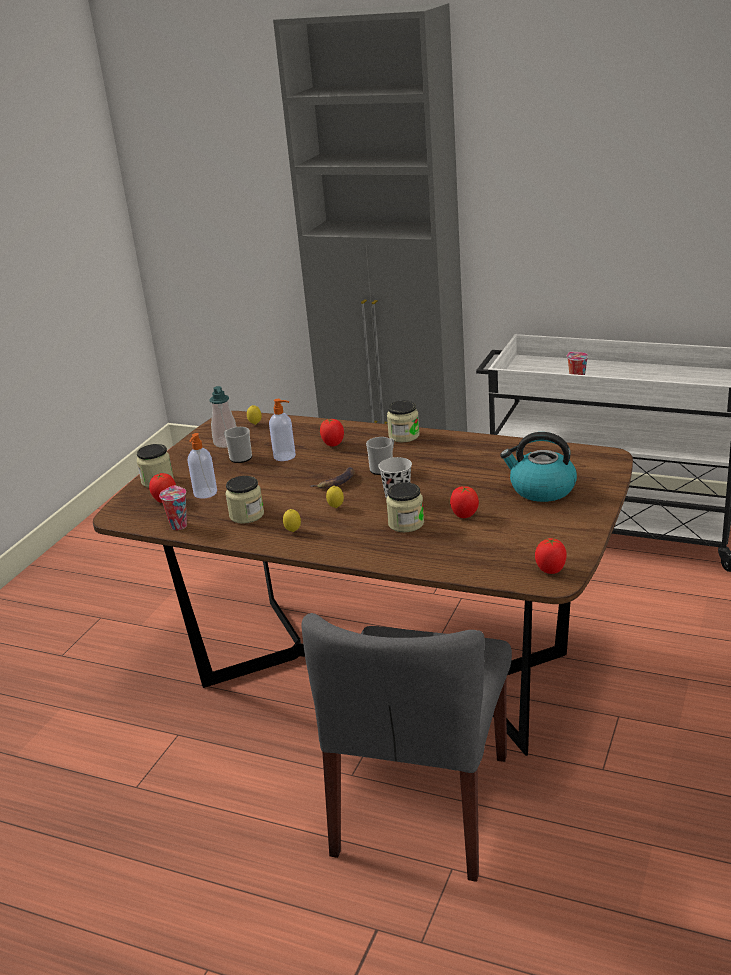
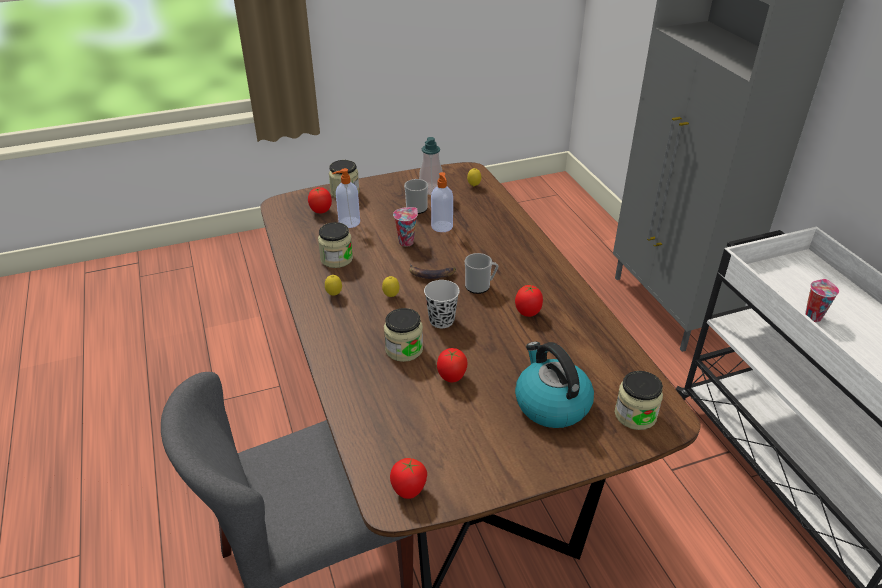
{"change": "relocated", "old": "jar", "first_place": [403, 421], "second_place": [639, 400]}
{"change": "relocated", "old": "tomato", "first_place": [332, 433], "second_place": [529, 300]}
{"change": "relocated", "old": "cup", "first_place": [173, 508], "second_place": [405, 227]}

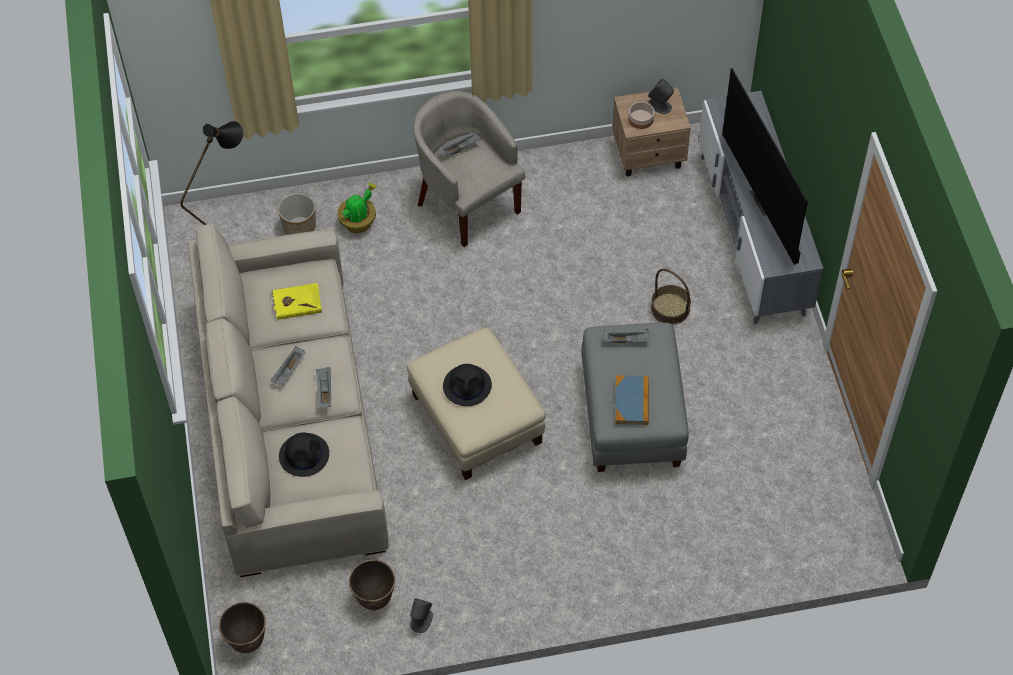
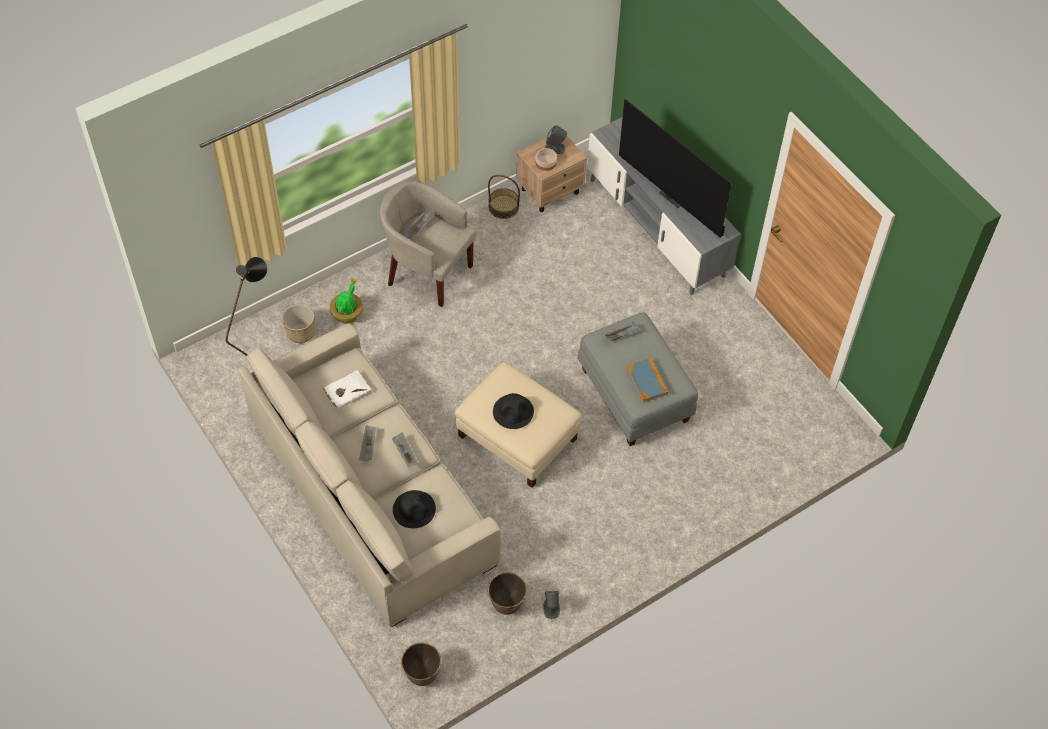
{"change": "relocated", "old": "basket", "first_place": [671, 297], "second_place": [504, 197]}
{"change": "colour", "old": "yellow book", "new": "white book", "first_place": [296, 301], "second_place": [347, 390]}

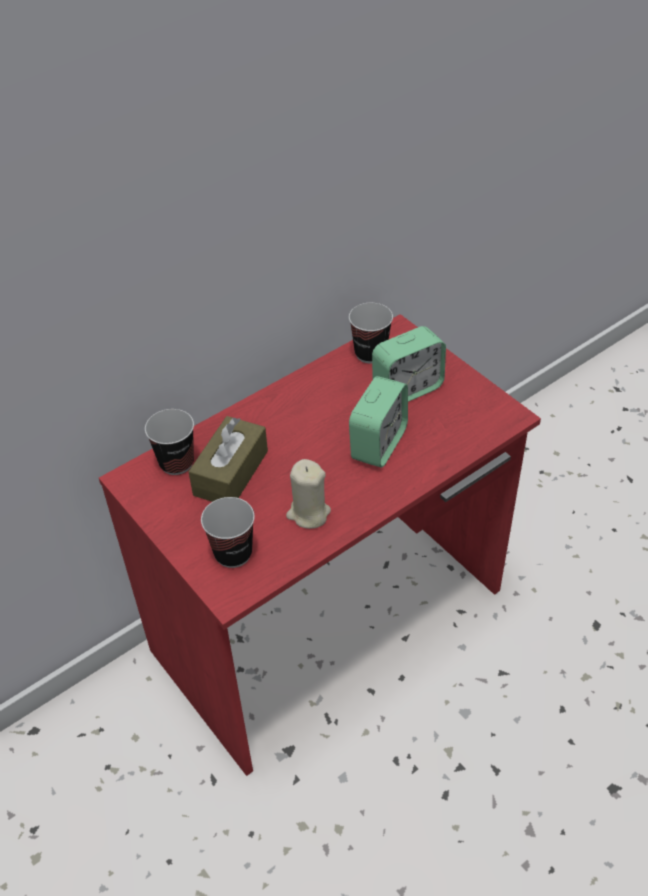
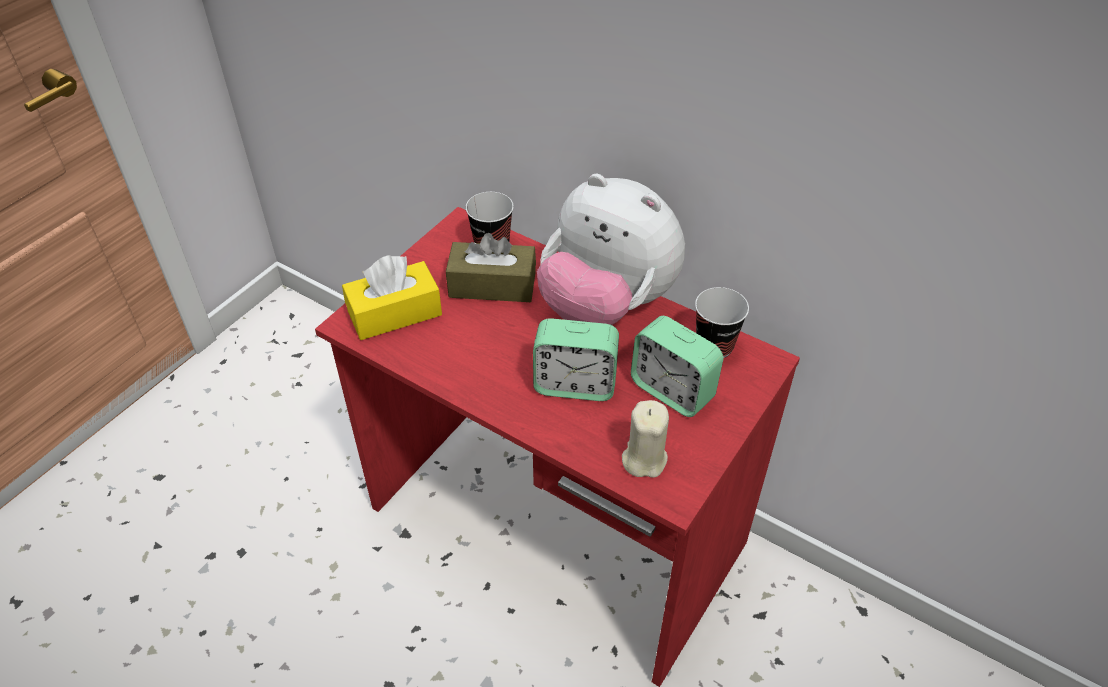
{"change": "relocated", "old": "beige candle", "first_place": [308, 494], "second_place": [645, 439]}
{"change": "exchanged", "old": "cup", "new": "yellow tissue box", "first_place": [228, 532], "second_place": [392, 297]}
{"change": "appeared", "new": "plush toy", "second_place": [611, 249]}

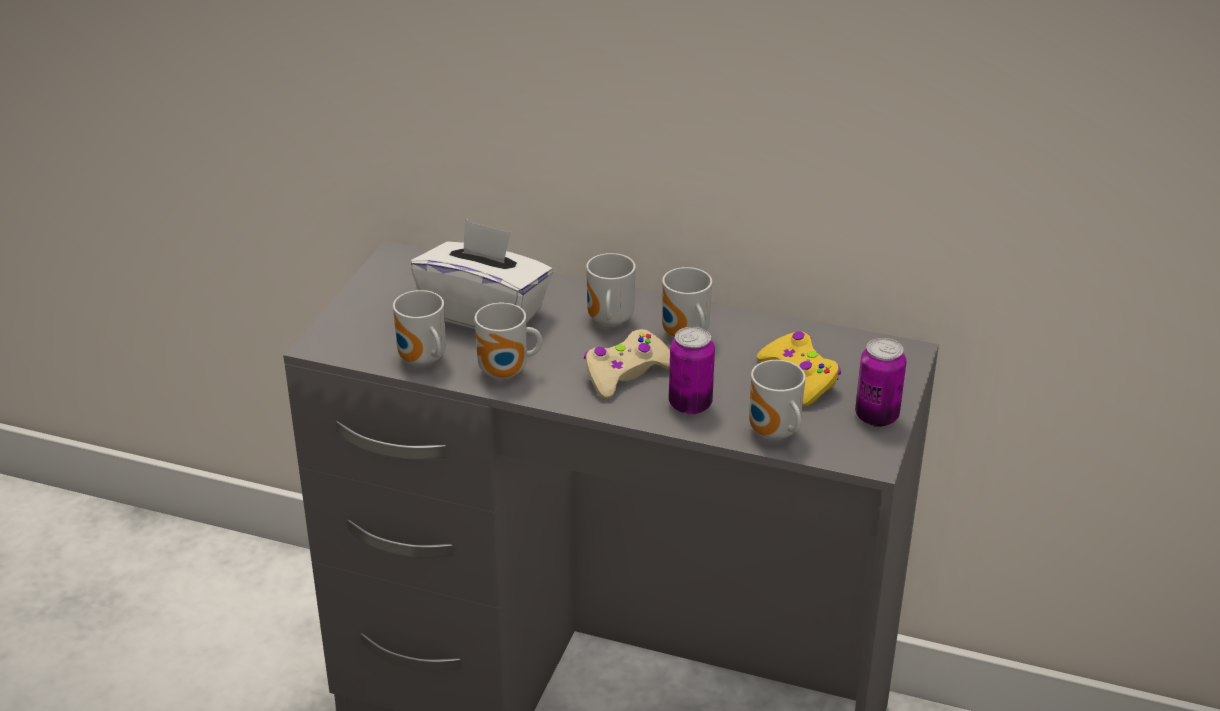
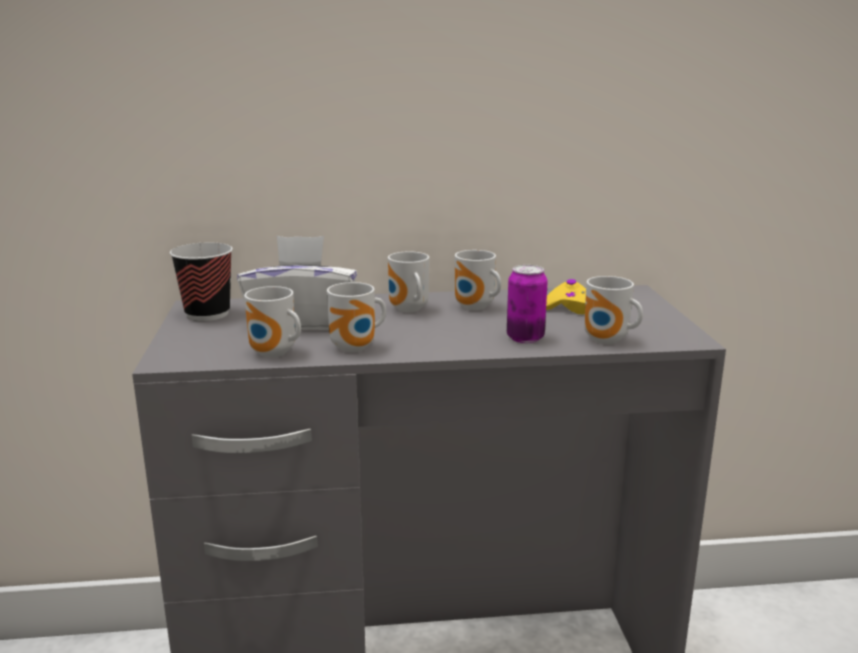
{"change": "missing", "old": "beige game controller", "first_place": [627, 364]}
{"change": "missing", "old": "can", "first_place": [881, 382]}
{"change": "appeared", "new": "cup", "second_place": [201, 281]}

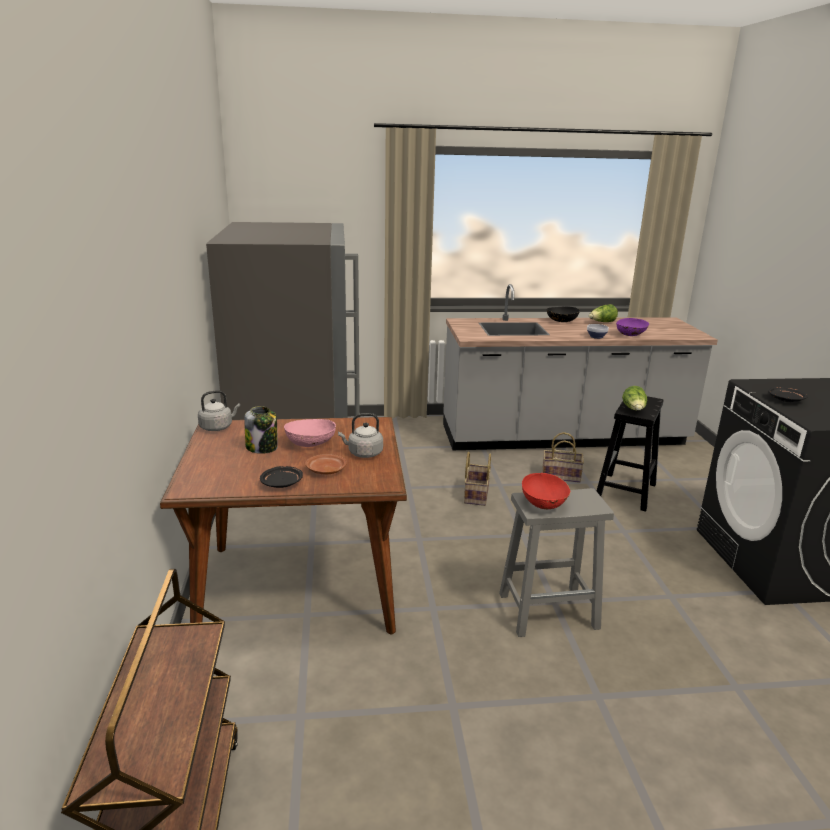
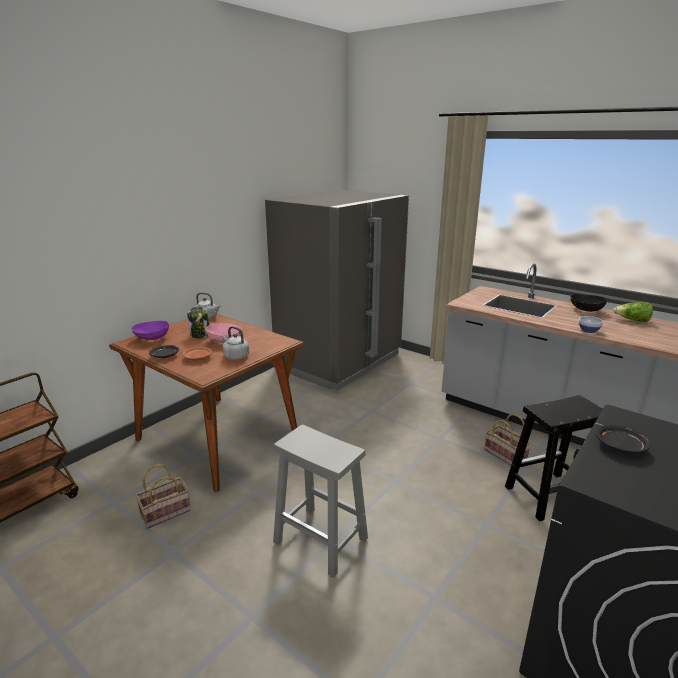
{"change": "relocated", "old": "purple bowl", "first_place": [632, 327], "second_place": [150, 330]}
{"change": "missing", "old": "lettuce", "first_place": [634, 398]}
{"change": "relocated", "old": "basket", "first_place": [477, 479], "second_place": [163, 496]}
{"change": "missing", "old": "red bowl", "first_place": [546, 490]}

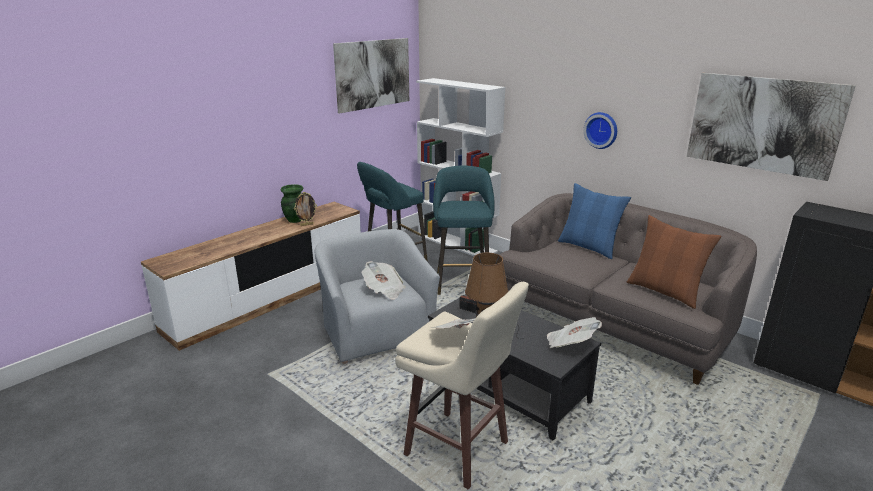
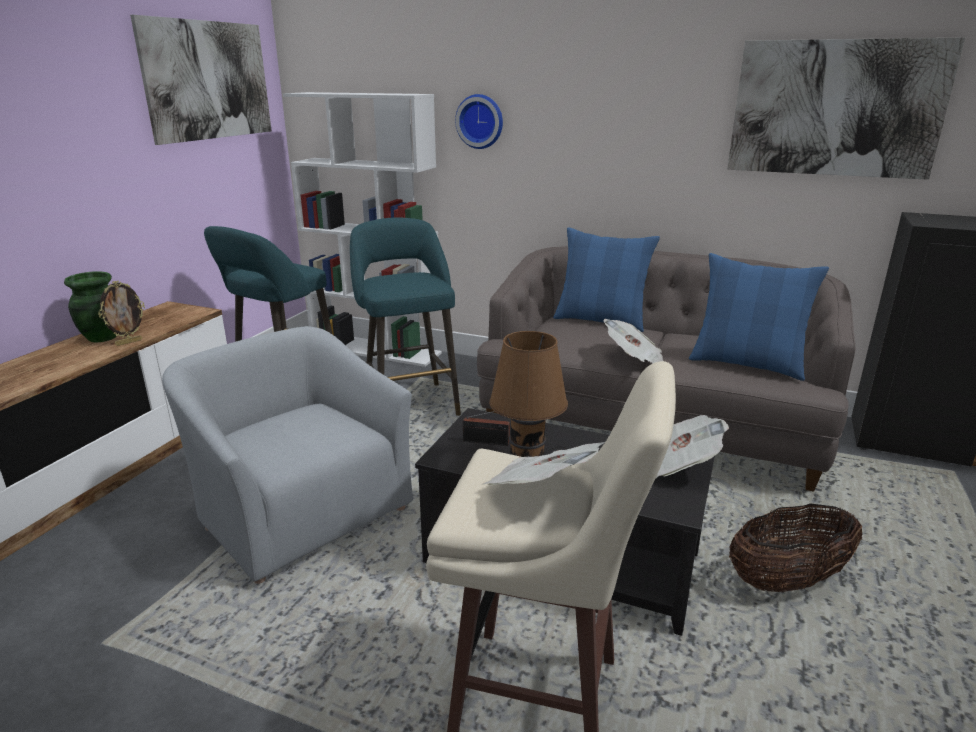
{"change": "relocated", "old": "wall clock", "first_place": [600, 130], "second_place": [479, 121]}
{"change": "colour", "old": "brown pillow", "new": "blue pillow", "first_place": [674, 262], "second_place": [759, 317]}
{"change": "relocated", "old": "newspaper", "first_place": [384, 280], "second_place": [633, 341]}
{"change": "appeared", "new": "basket", "second_place": [795, 547]}

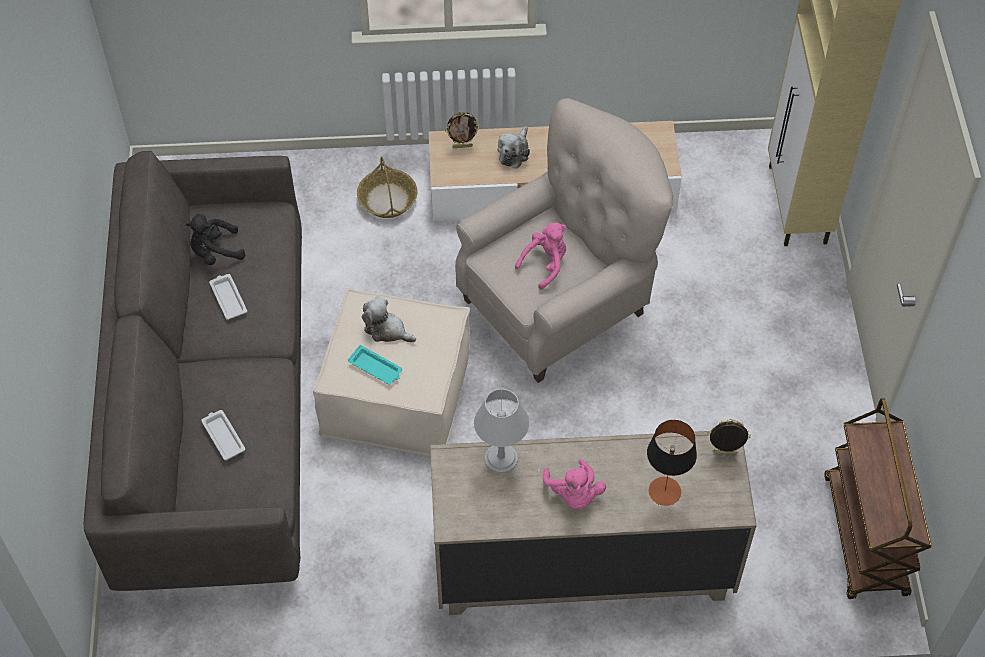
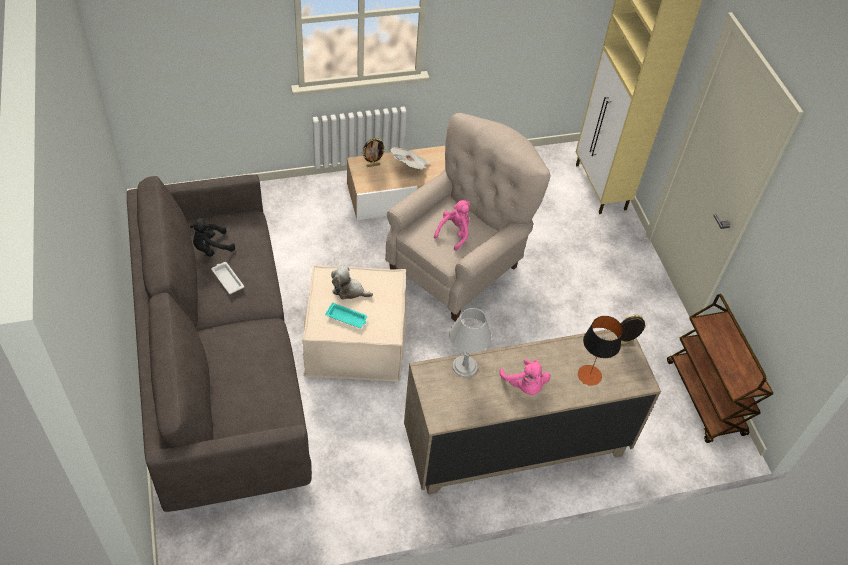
{"change": "exchanged", "old": "plush toy", "new": "newspaper", "first_place": [514, 147], "second_place": [410, 158]}
{"change": "missing", "old": "basket", "first_place": [387, 187]}
{"change": "missing", "old": "white tray", "first_place": [223, 435]}

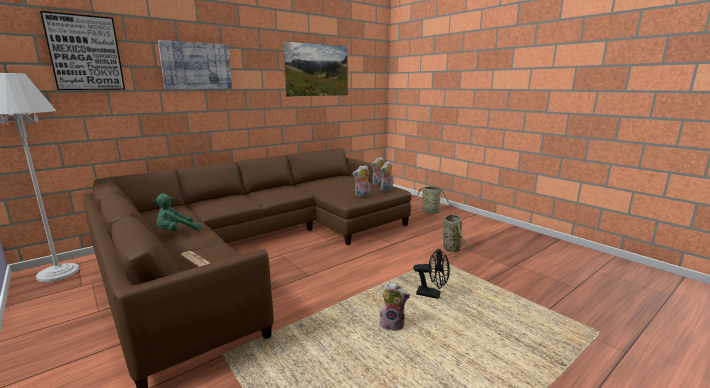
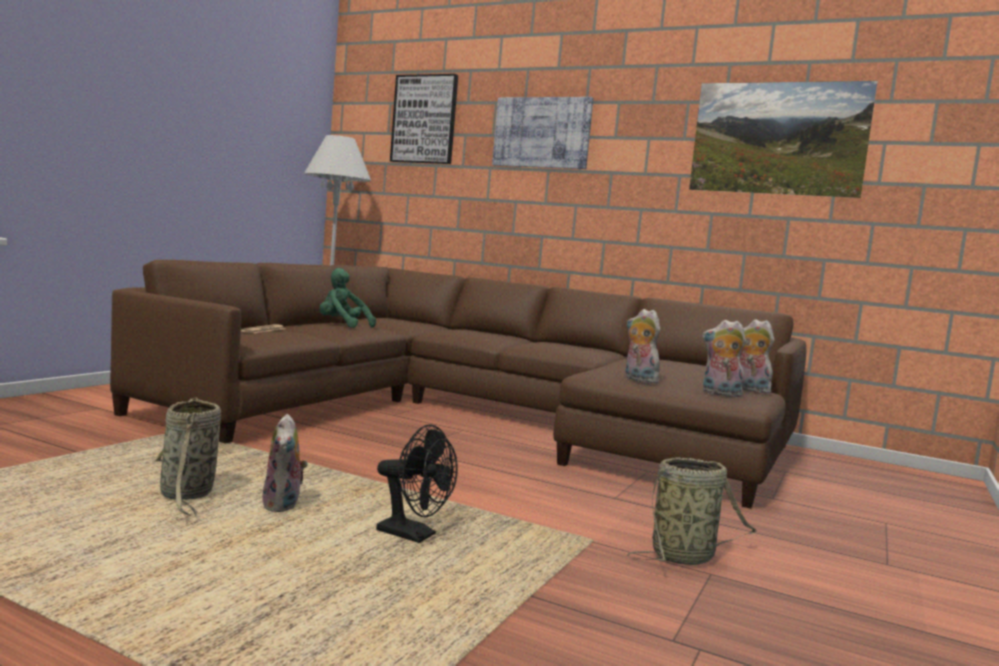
{"change": "relocated", "old": "basket", "first_place": [435, 200], "second_place": [186, 457]}
{"change": "spun", "old": "black fan", "first_place": [431, 274], "second_place": [417, 483], "degrees": -60}

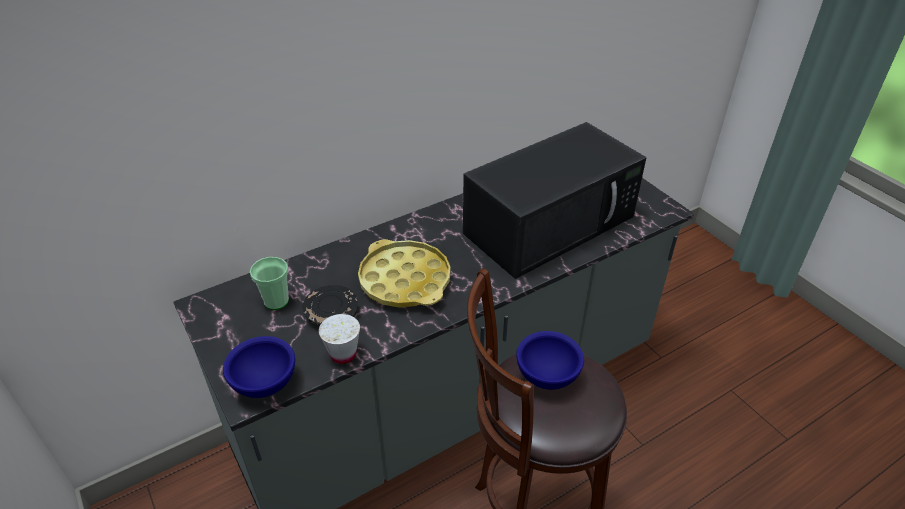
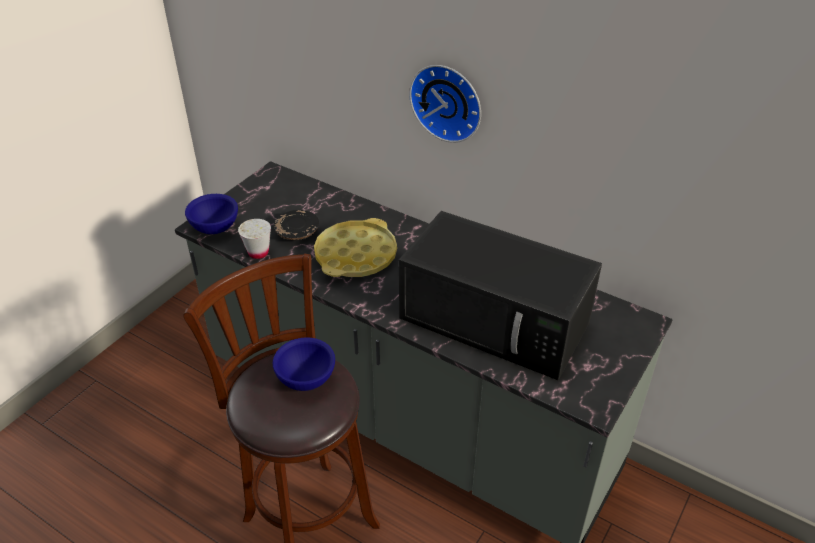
{"change": "missing", "old": "cup", "first_place": [269, 283]}
{"change": "appeared", "new": "wall clock", "second_place": [445, 104]}

